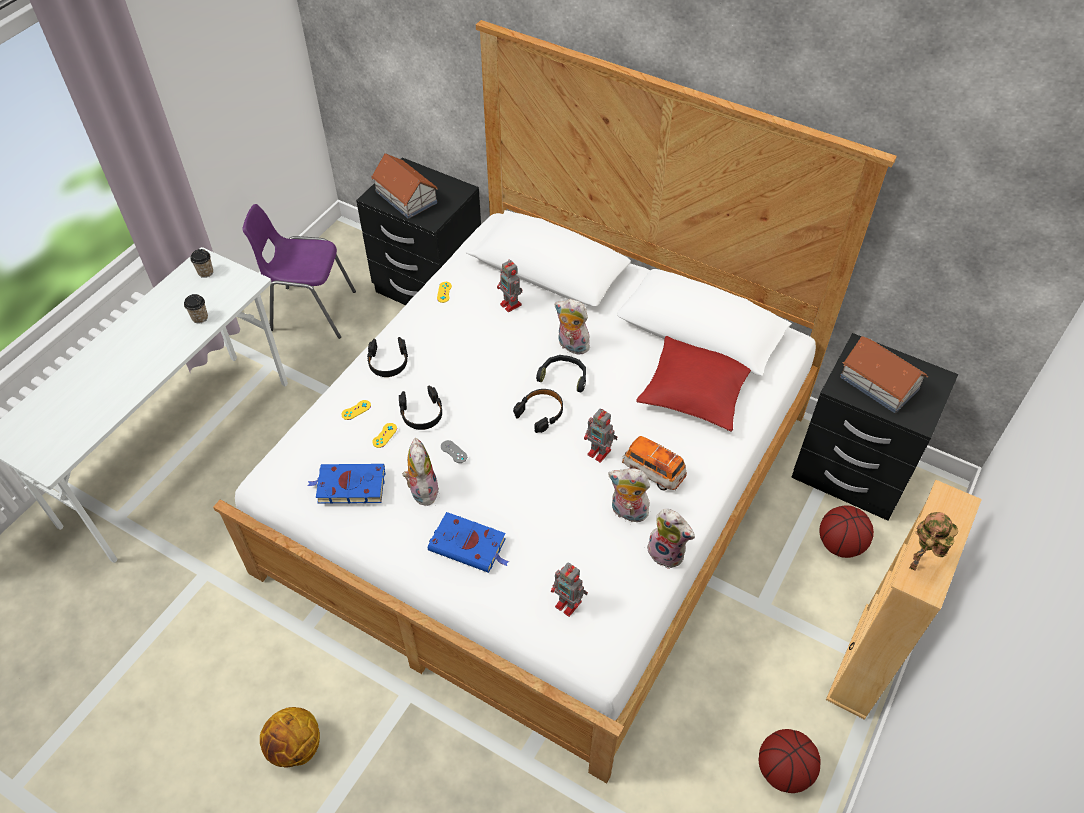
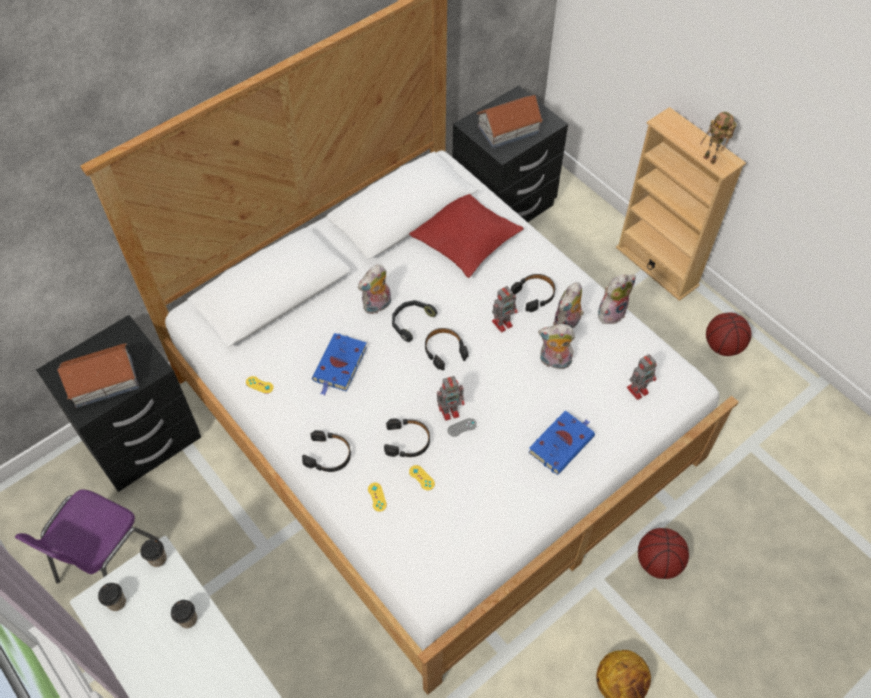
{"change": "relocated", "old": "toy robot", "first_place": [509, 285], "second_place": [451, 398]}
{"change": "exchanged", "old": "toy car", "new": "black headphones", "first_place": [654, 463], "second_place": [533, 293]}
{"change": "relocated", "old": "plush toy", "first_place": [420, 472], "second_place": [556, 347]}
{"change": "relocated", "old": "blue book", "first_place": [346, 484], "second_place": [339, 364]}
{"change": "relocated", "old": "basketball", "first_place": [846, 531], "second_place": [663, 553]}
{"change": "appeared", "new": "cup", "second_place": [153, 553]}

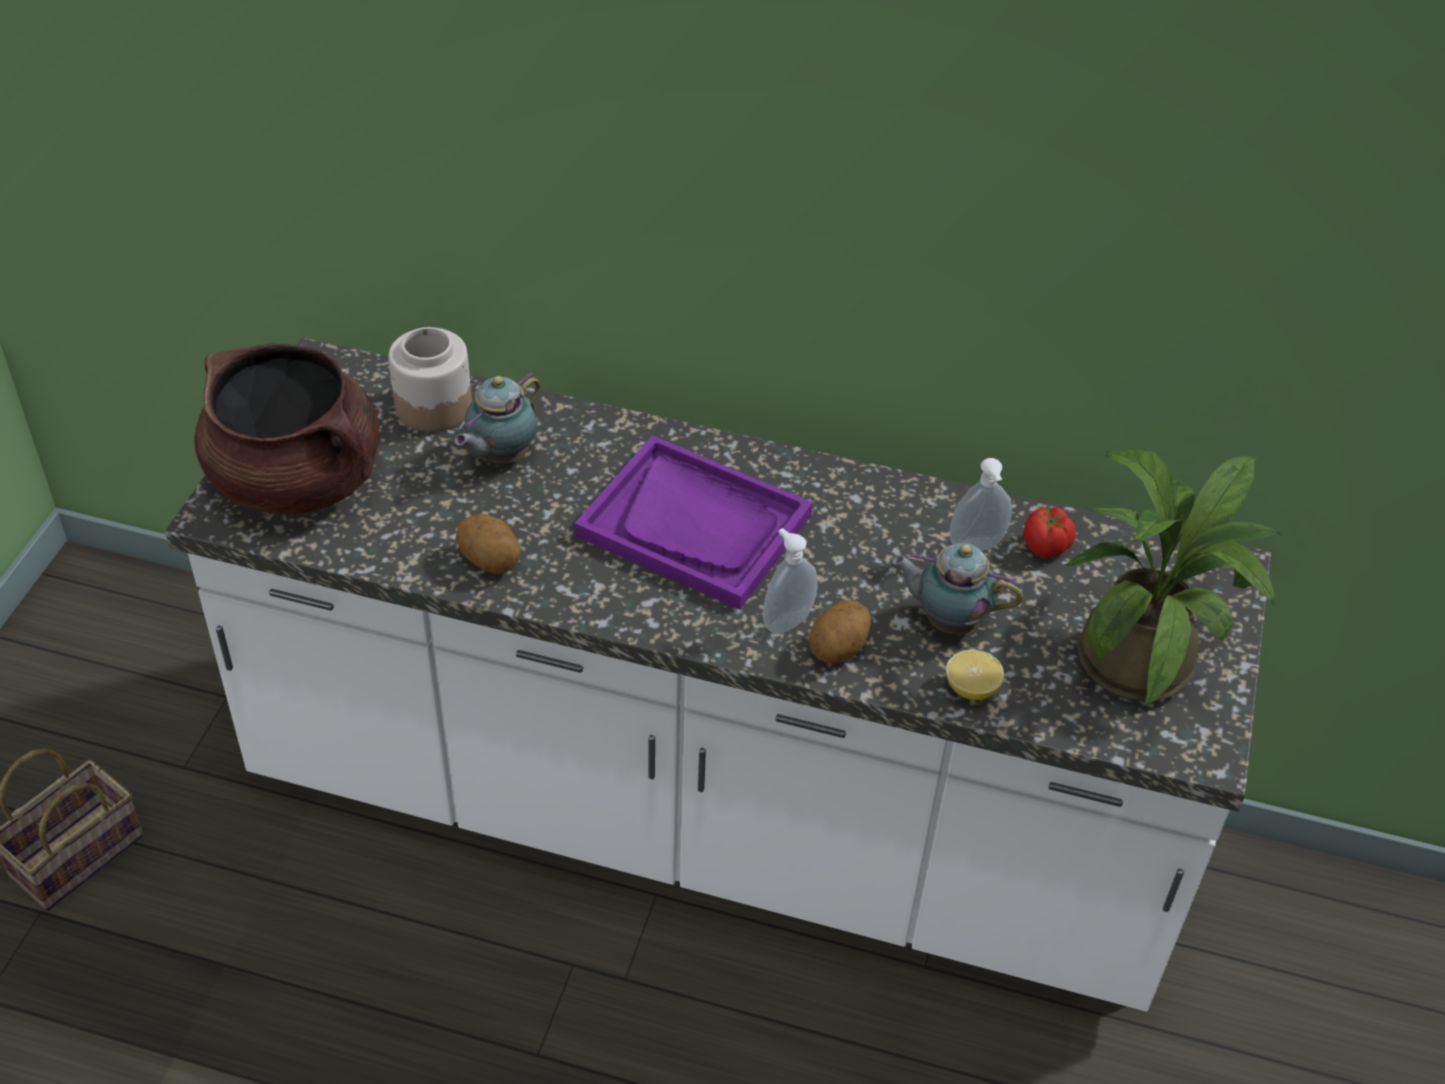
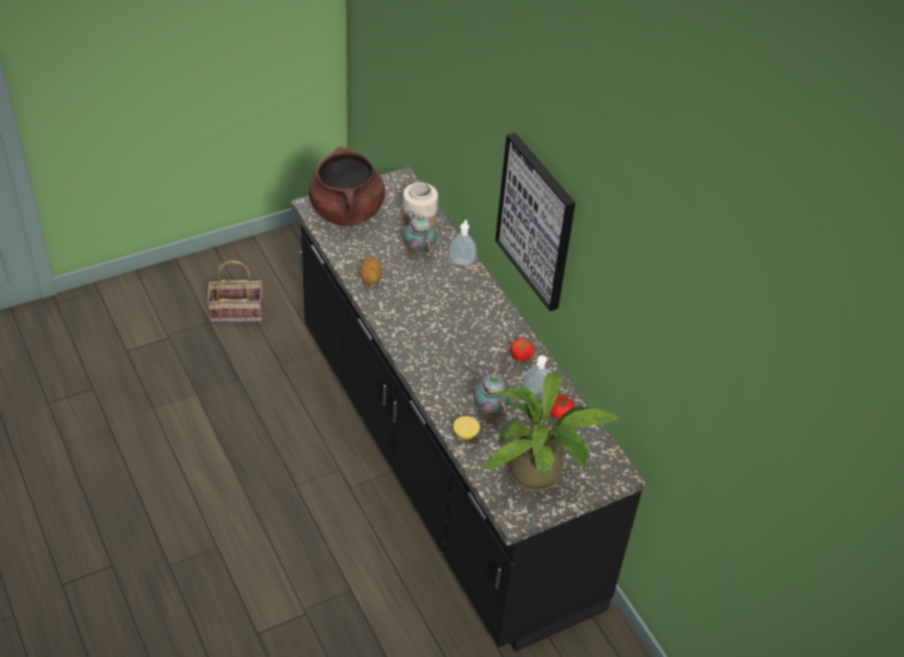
{"change": "colour", "old": "white counter", "new": "black counter", "first_place": [718, 674], "second_place": [468, 409]}
{"change": "spun", "old": "teapot", "first_place": [497, 418], "second_place": [419, 232], "degrees": 75}
{"change": "missing", "old": "purple tray", "first_place": [694, 523]}
{"change": "relocated", "old": "soap dispenser", "first_place": [790, 581], "second_place": [462, 242]}
{"change": "missing", "old": "potato", "first_place": [840, 631]}
{"change": "appeared", "new": "picture", "second_place": [535, 222]}
{"change": "appeared", "new": "tomato", "second_place": [522, 350]}

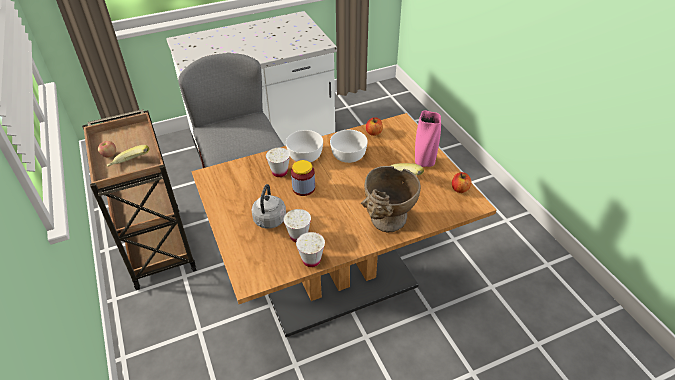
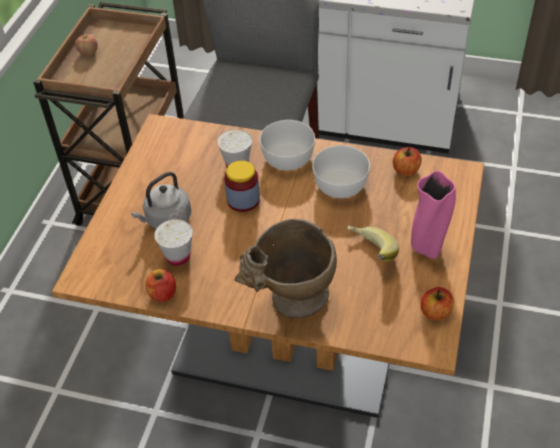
{"change": "missing", "old": "banana", "first_place": [128, 156]}
{"change": "exchanged", "old": "white cup", "new": "apple", "first_place": [310, 249], "second_place": [160, 285]}

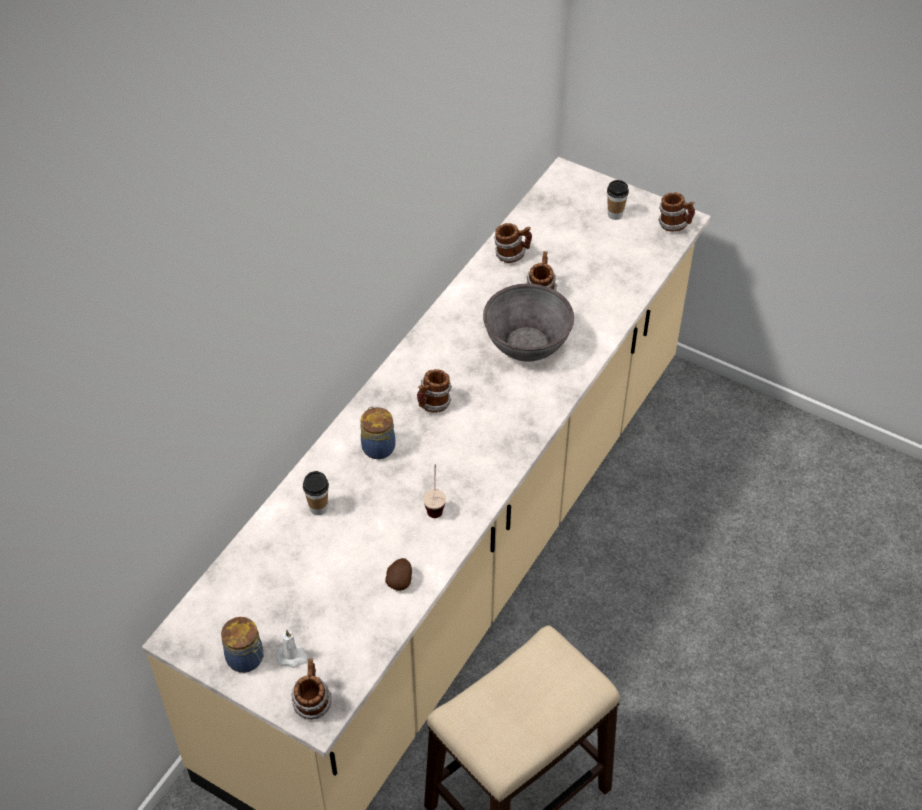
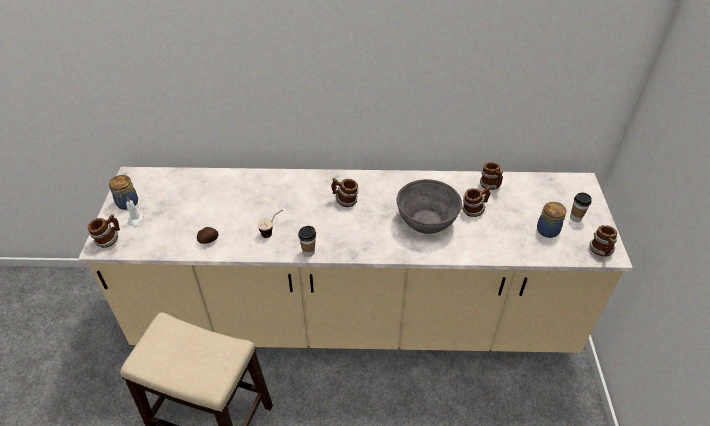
{"change": "relocated", "old": "jar", "first_place": [378, 432], "second_place": [551, 220]}
{"change": "relocated", "old": "cup", "first_place": [316, 493], "second_place": [307, 241]}

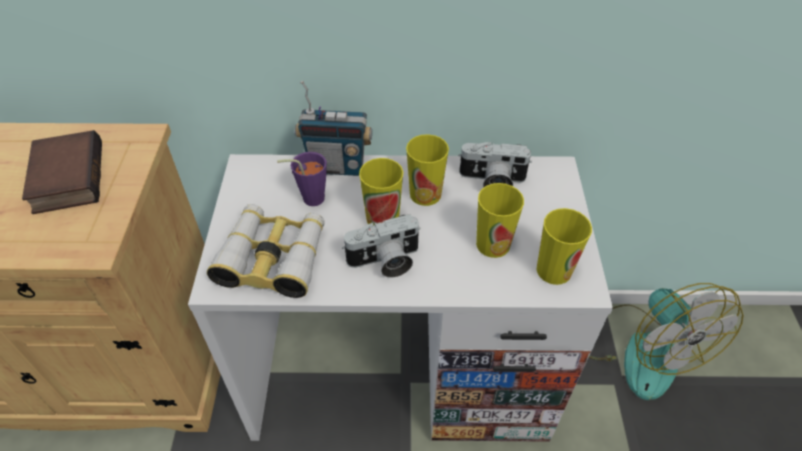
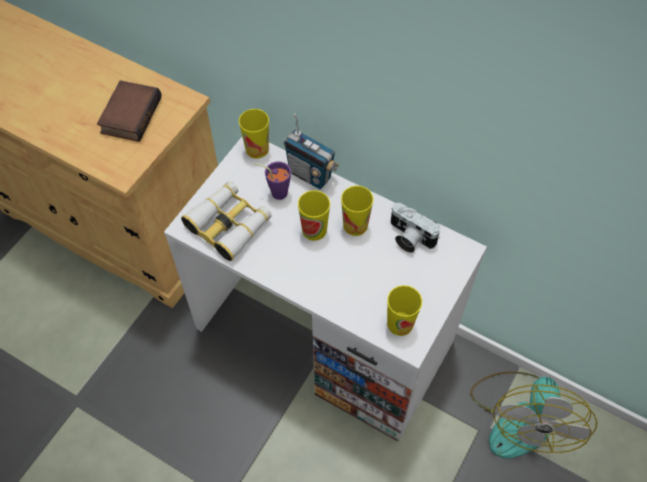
{"change": "relocated", "old": "cup", "first_place": [500, 220], "second_place": [254, 134]}
{"change": "missing", "old": "photo camera", "first_place": [381, 246]}

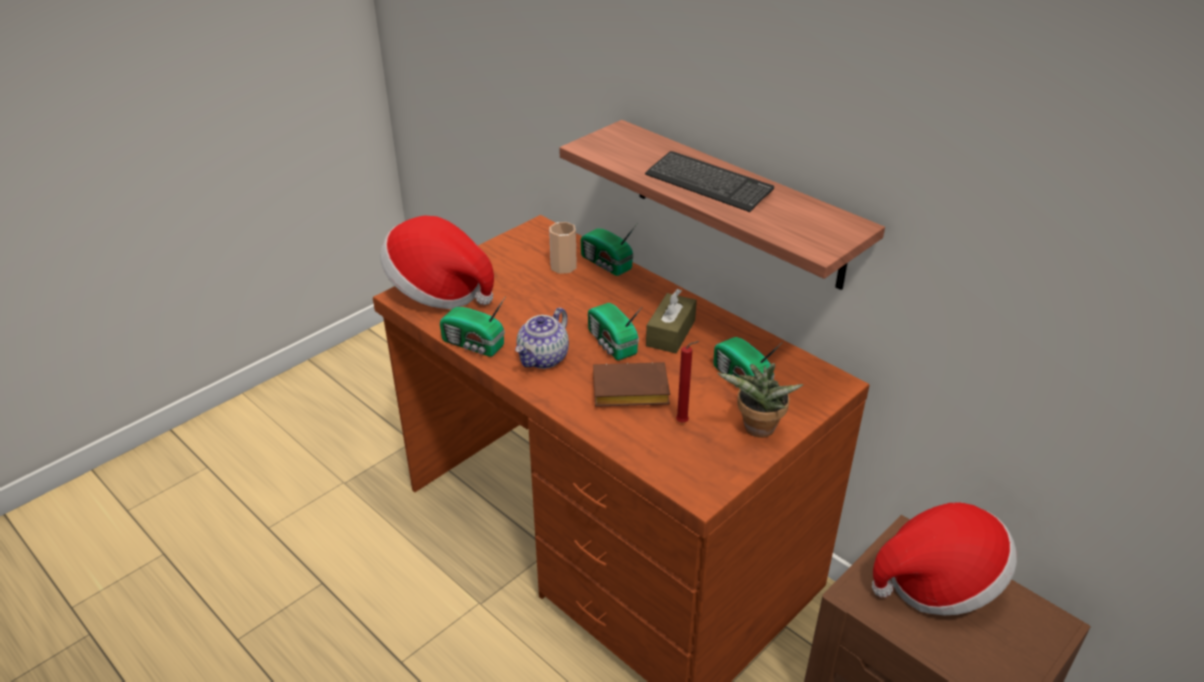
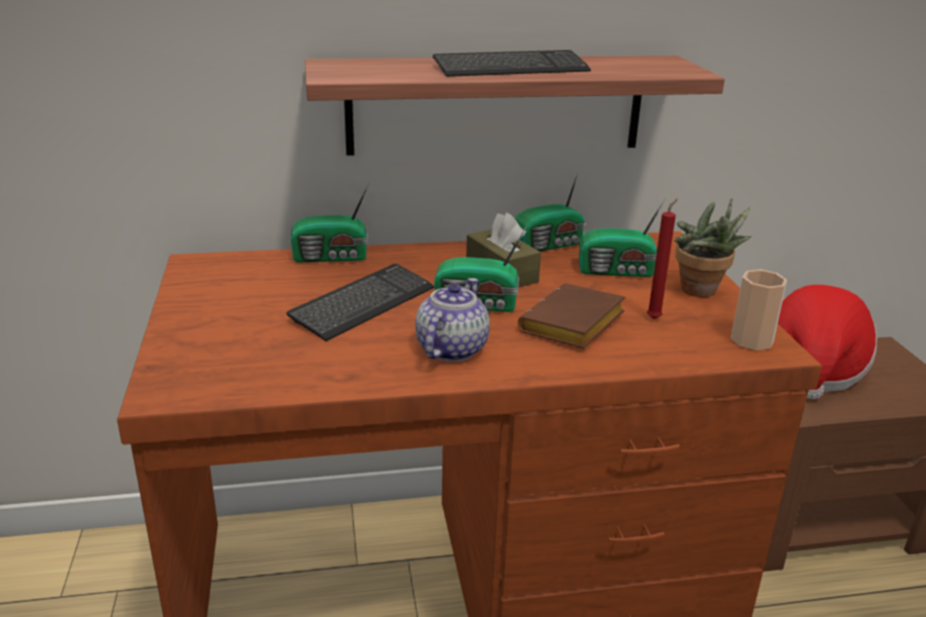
{"change": "missing", "old": "hat", "first_place": [437, 262]}
{"change": "relocated", "old": "cup", "first_place": [563, 248], "second_place": [759, 310]}
{"change": "relocated", "old": "radio", "first_place": [473, 326], "second_place": [549, 211]}
{"change": "spun", "old": "teapot", "first_place": [542, 338], "second_place": [452, 320], "degrees": -135}
{"change": "appeared", "new": "keyboard", "second_place": [360, 302]}

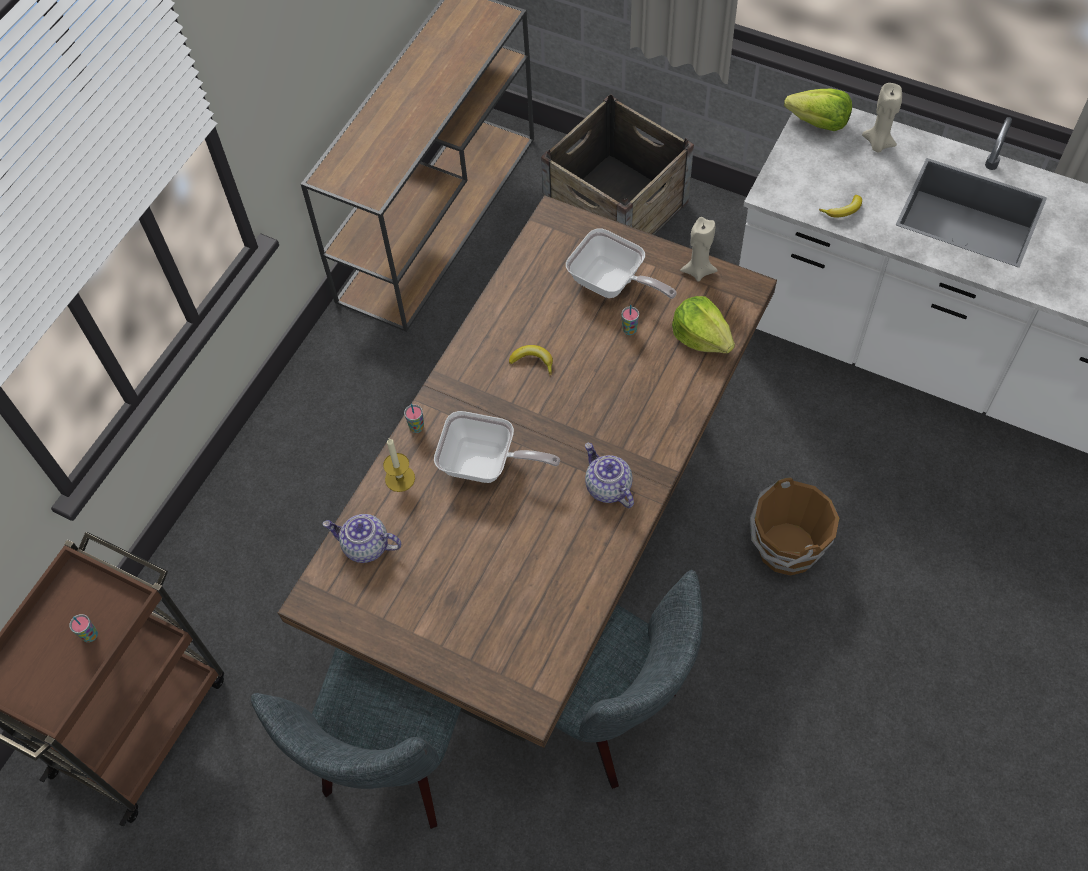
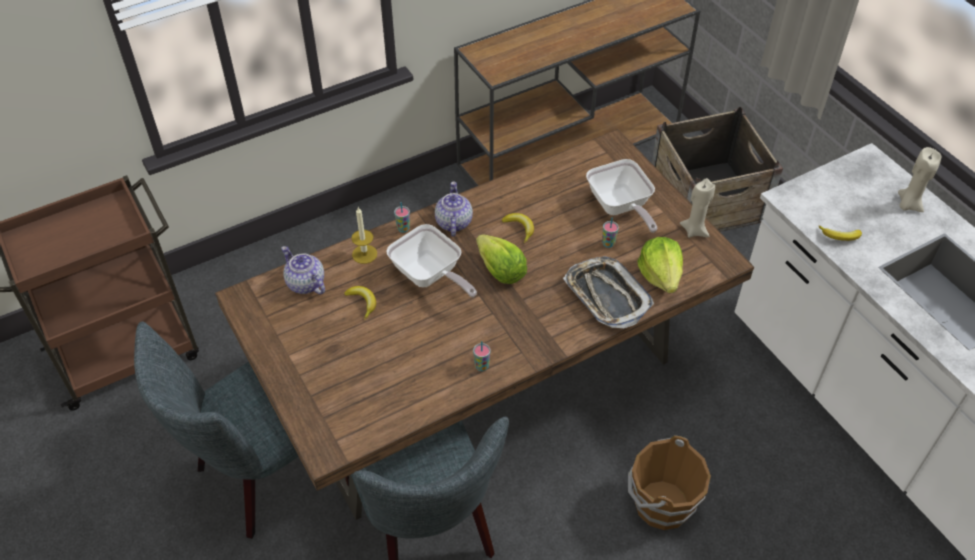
{"change": "relocated", "old": "lettuce", "first_place": [818, 110], "second_place": [501, 259]}
{"change": "relocated", "old": "teapot", "first_place": [609, 475], "second_place": [454, 209]}
{"change": "relocated", "old": "cup", "first_place": [83, 628], "second_place": [481, 356]}
{"change": "appeared", "new": "tray", "second_place": [608, 292]}
{"change": "appeared", "new": "banana", "second_place": [360, 303]}

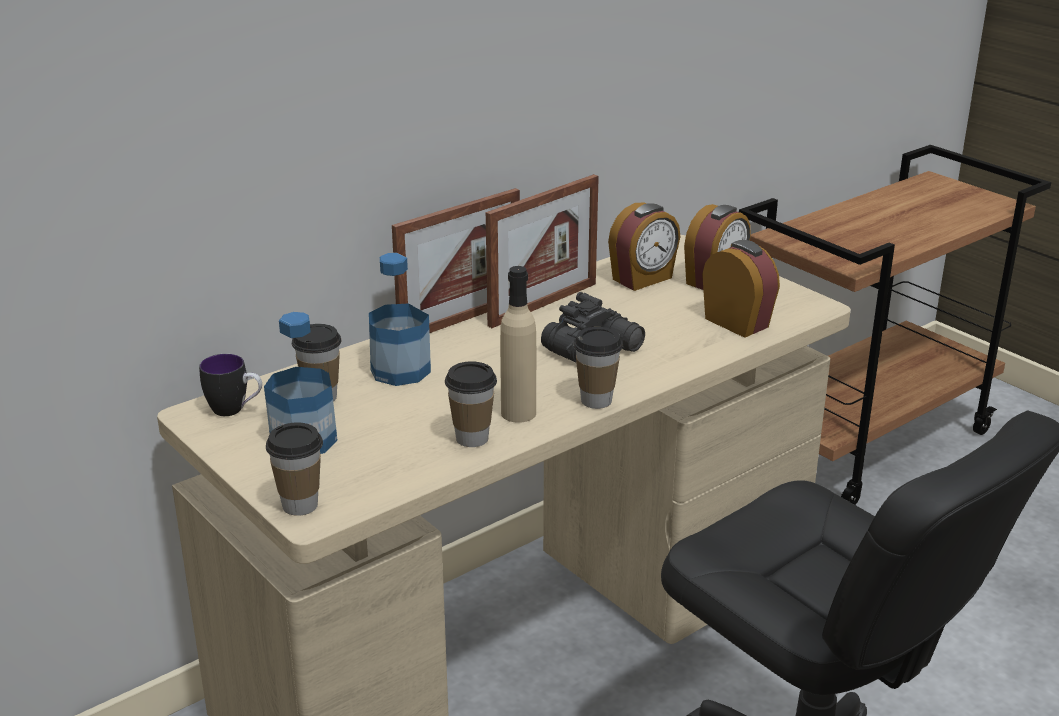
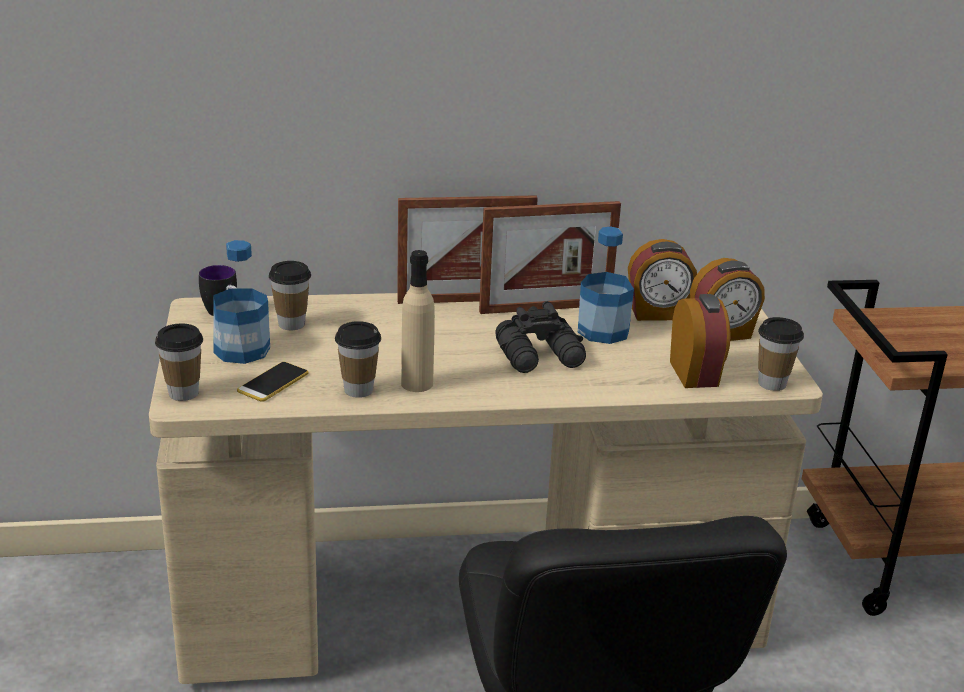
{"change": "relocated", "old": "bottle", "first_place": [400, 319], "second_place": [606, 285]}
{"change": "relocated", "old": "cup", "first_place": [598, 368], "second_place": [781, 354]}
{"change": "appeared", "new": "phone", "second_place": [273, 382]}

